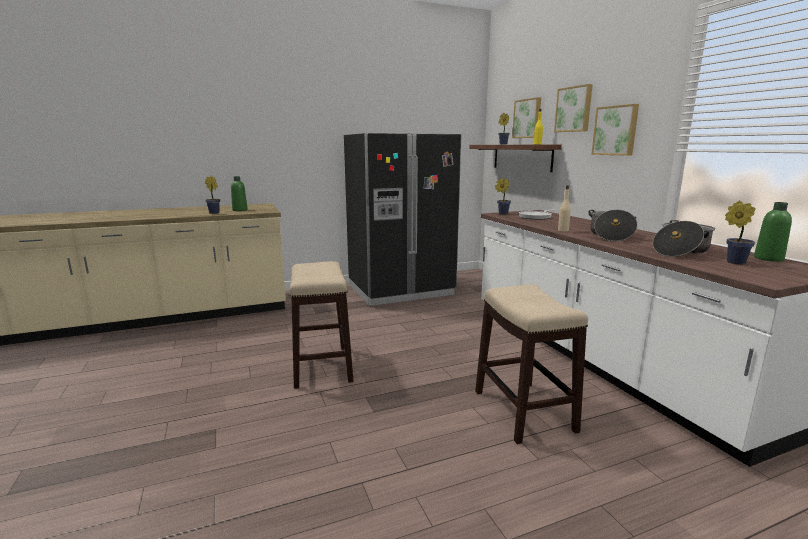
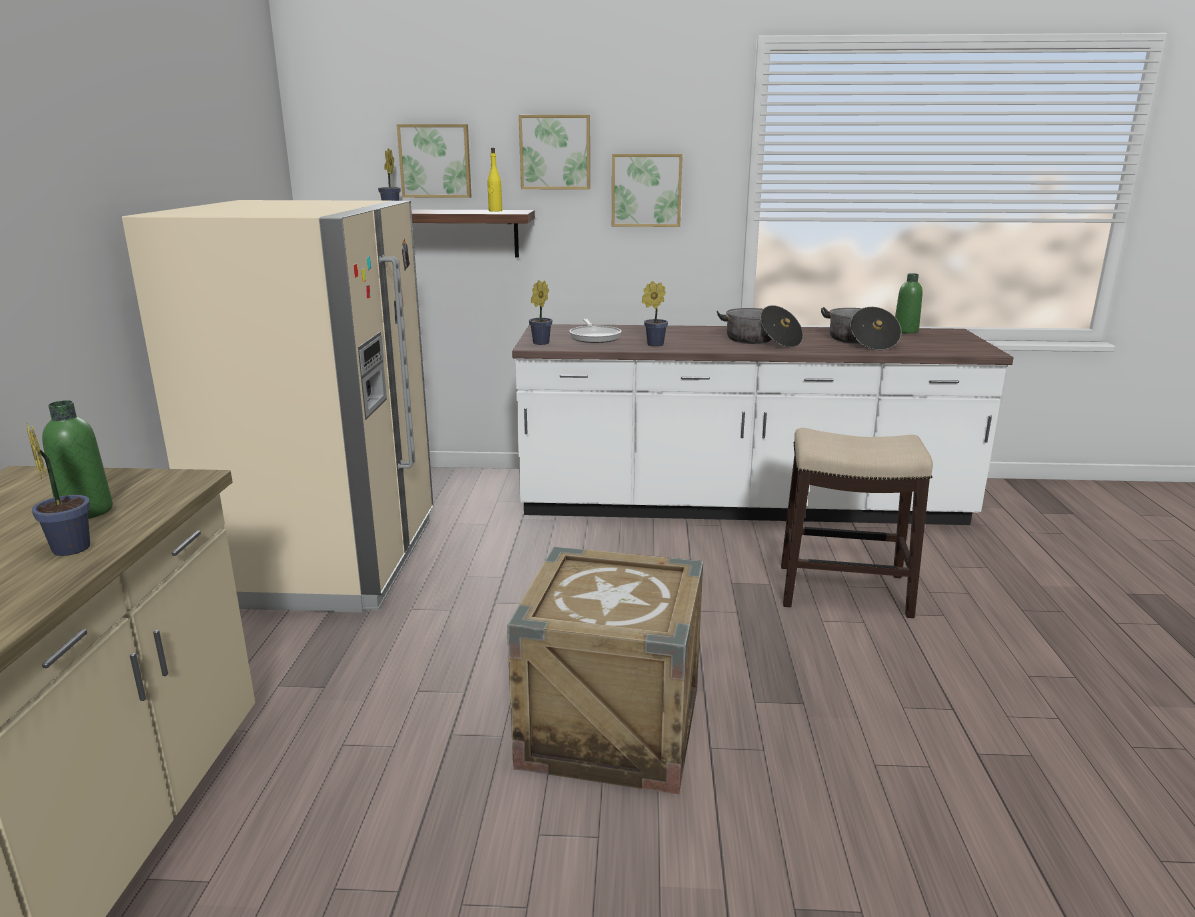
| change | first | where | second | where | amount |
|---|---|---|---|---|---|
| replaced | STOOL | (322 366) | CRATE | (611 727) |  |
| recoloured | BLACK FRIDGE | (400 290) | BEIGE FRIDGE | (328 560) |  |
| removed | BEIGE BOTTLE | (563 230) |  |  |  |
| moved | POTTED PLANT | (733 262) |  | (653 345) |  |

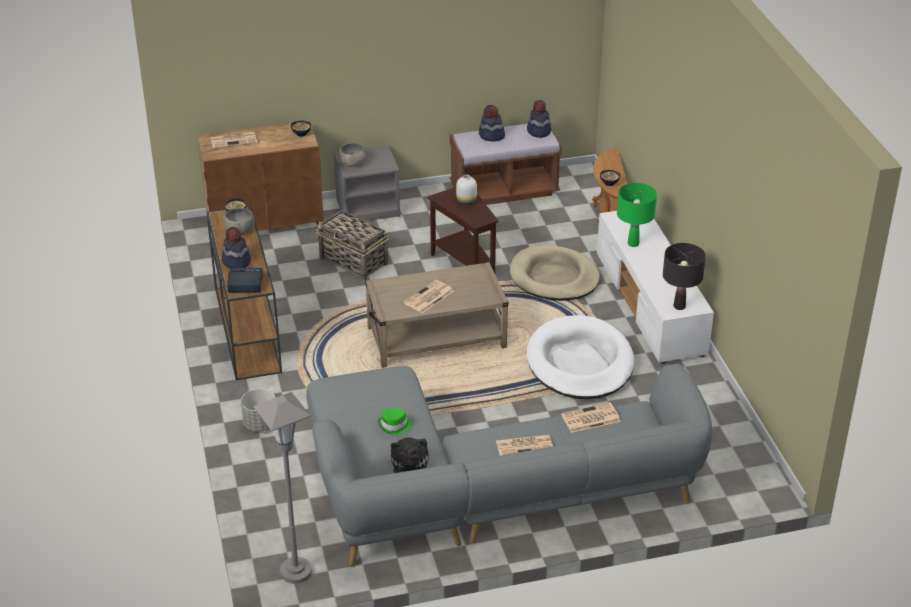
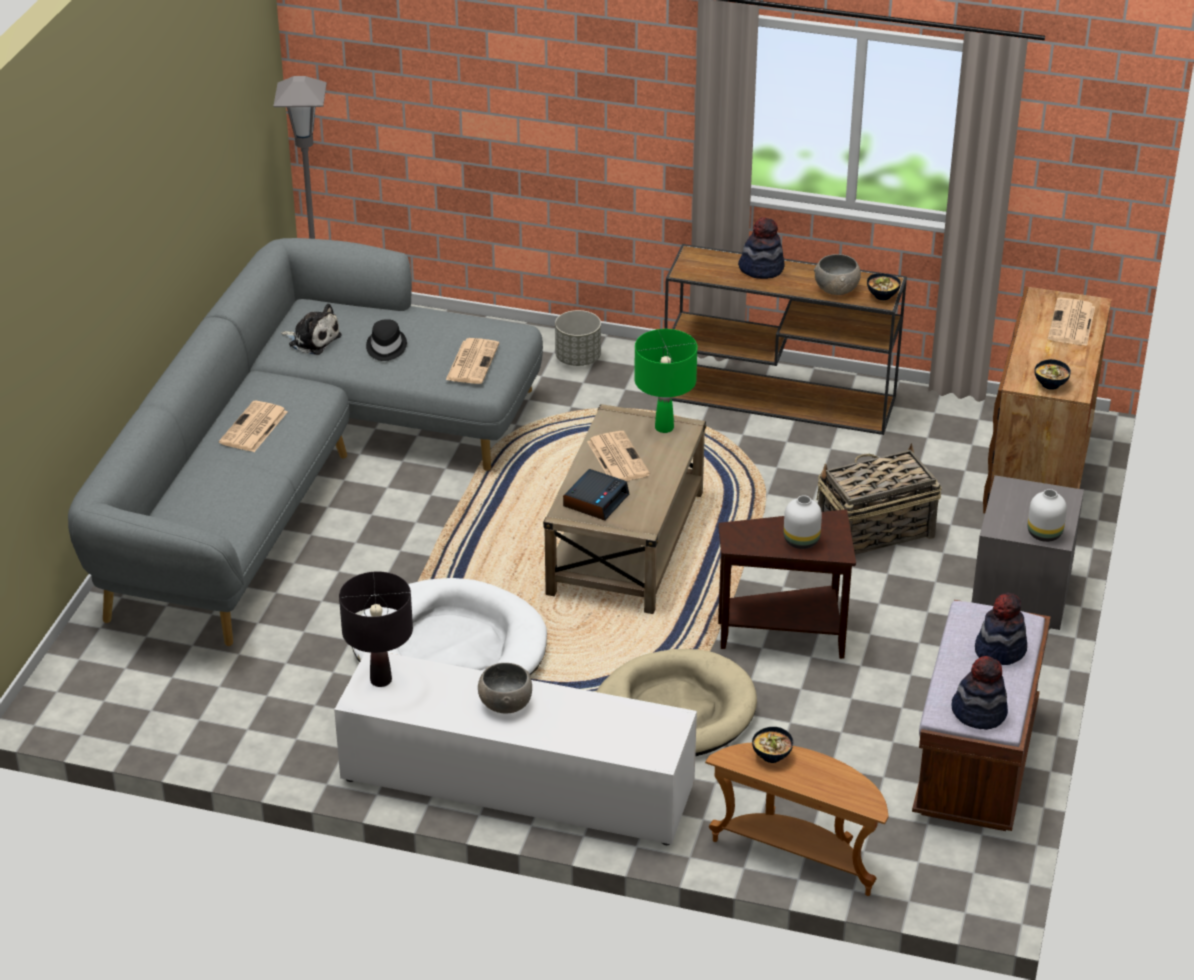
| change | first | where | second | where | amount |
|---|---|---|---|---|---|
| moved | ALARM CLOCK | (245 284) |  | (595 500) |  |
| moved | GREY BOWL | (353 163) |  | (505 703) |  |
| recoloured | GREEN HAT | (394 425) | BLACK HAT | (385 347) |  |
| moved | NEWSPAPER | (590 418) |  | (472 361) |  |
| moved | GREEN TABLE LAMP | (633 243) |  | (664 427) |  |
| added |  |  | WHITE VASE | (1044 533) |  |

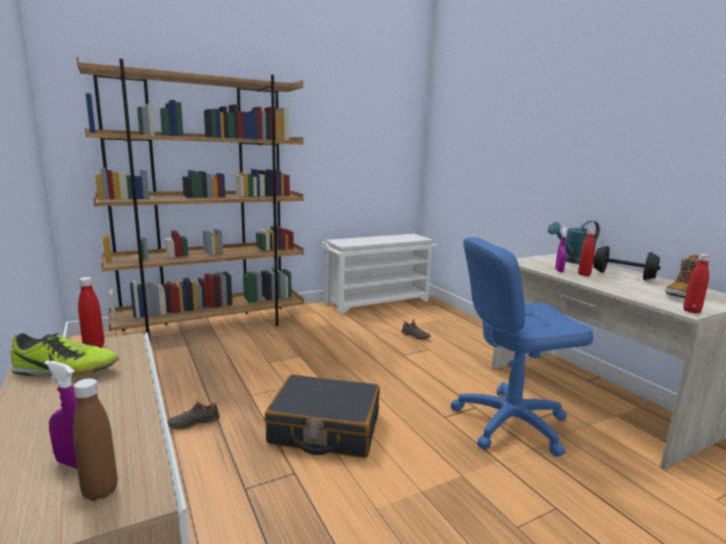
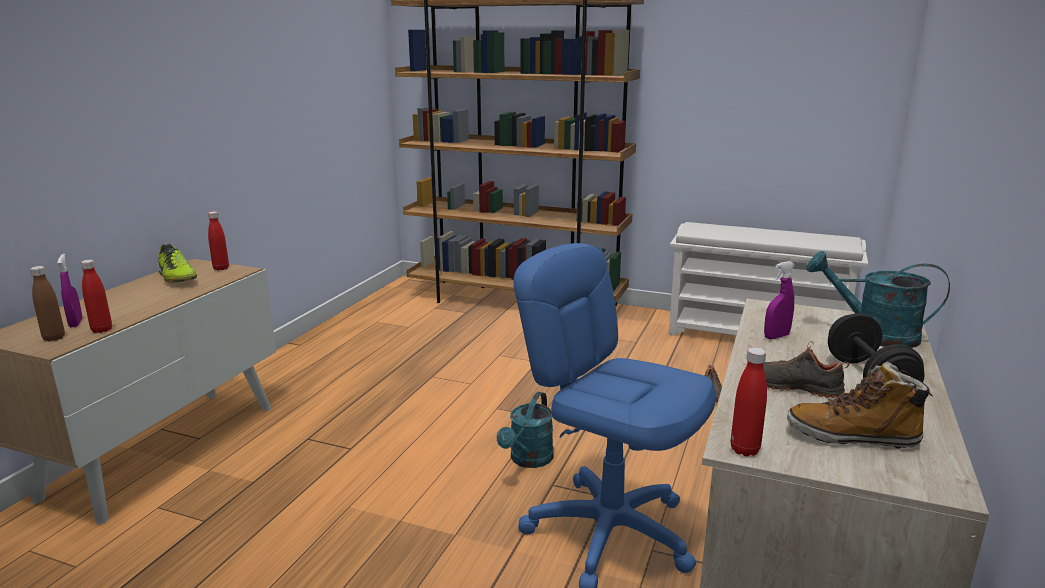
| change | first | where | second | where | amount |
|---|---|---|---|---|---|
| moved | BLACK SHOE | (193 422) |  | (793 386) |  |
| removed | BLACK SUITCASE | (325 429) |  |  |  |
| moved | RED BOTTLE | (584 274) |  | (102 330) |  |
| added |  |  | TURQUOISE WATERING CAN | (528 460) |  |

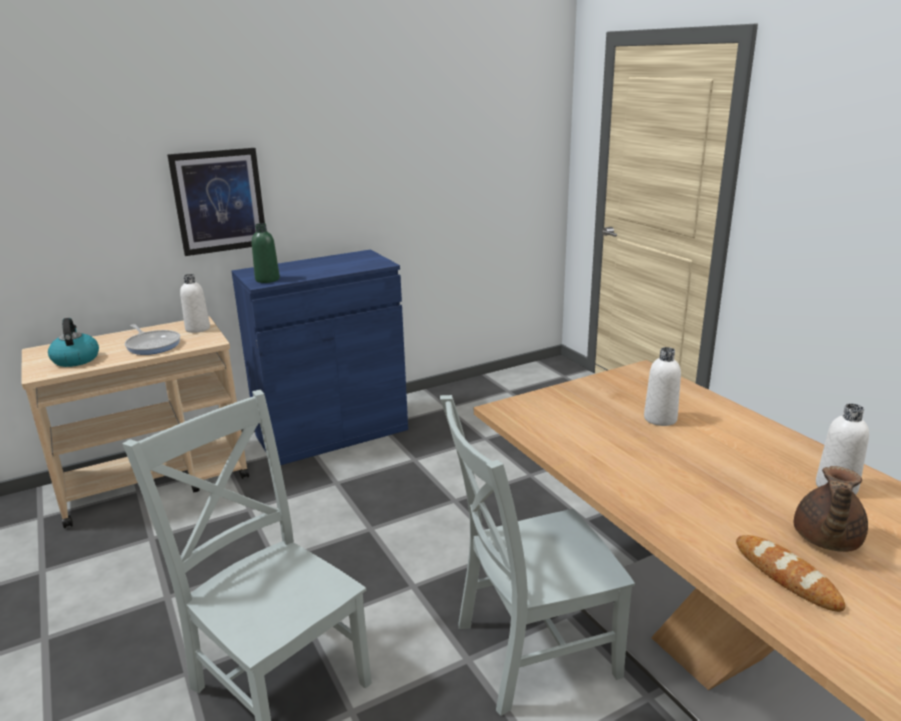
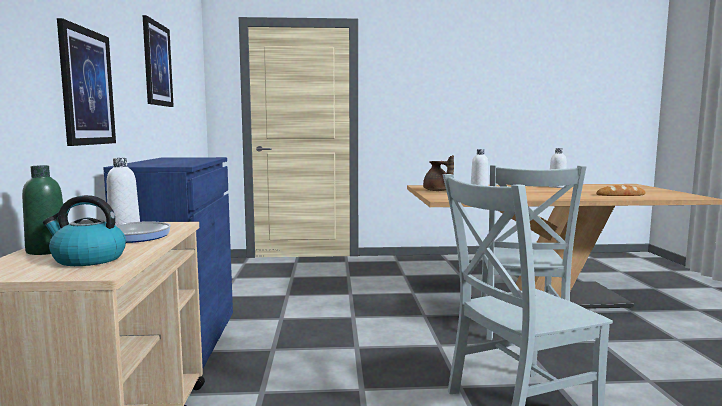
| change | first | where | second | where | amount |
|---|---|---|---|---|---|
| moved | GREEN BOTTLE | (267 279) |  | (47 251) |  |
| moved | BROWN TEAPOT | (825 540) |  | (437 191) |  |
| added |  |  | PICTURE | (157 64) |  |

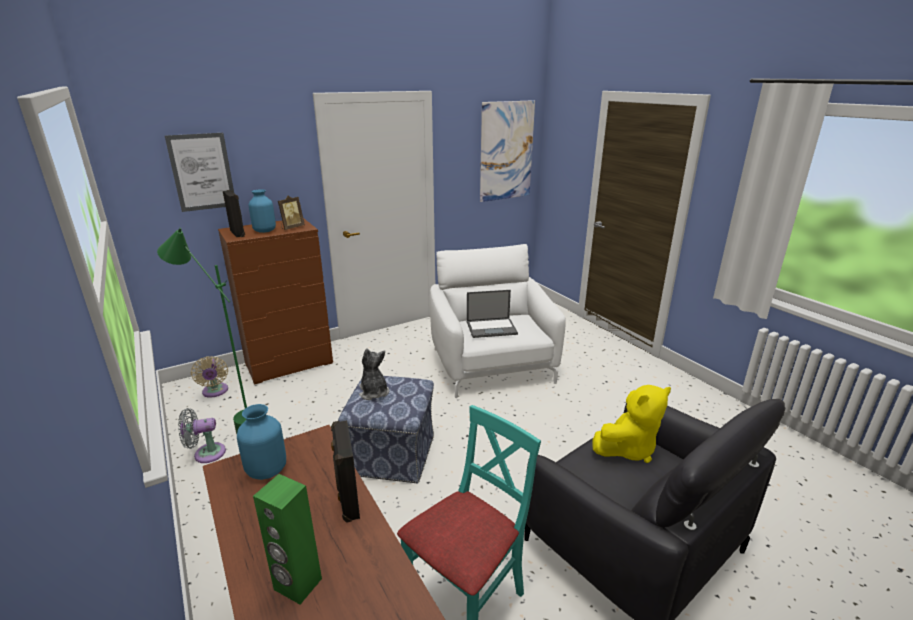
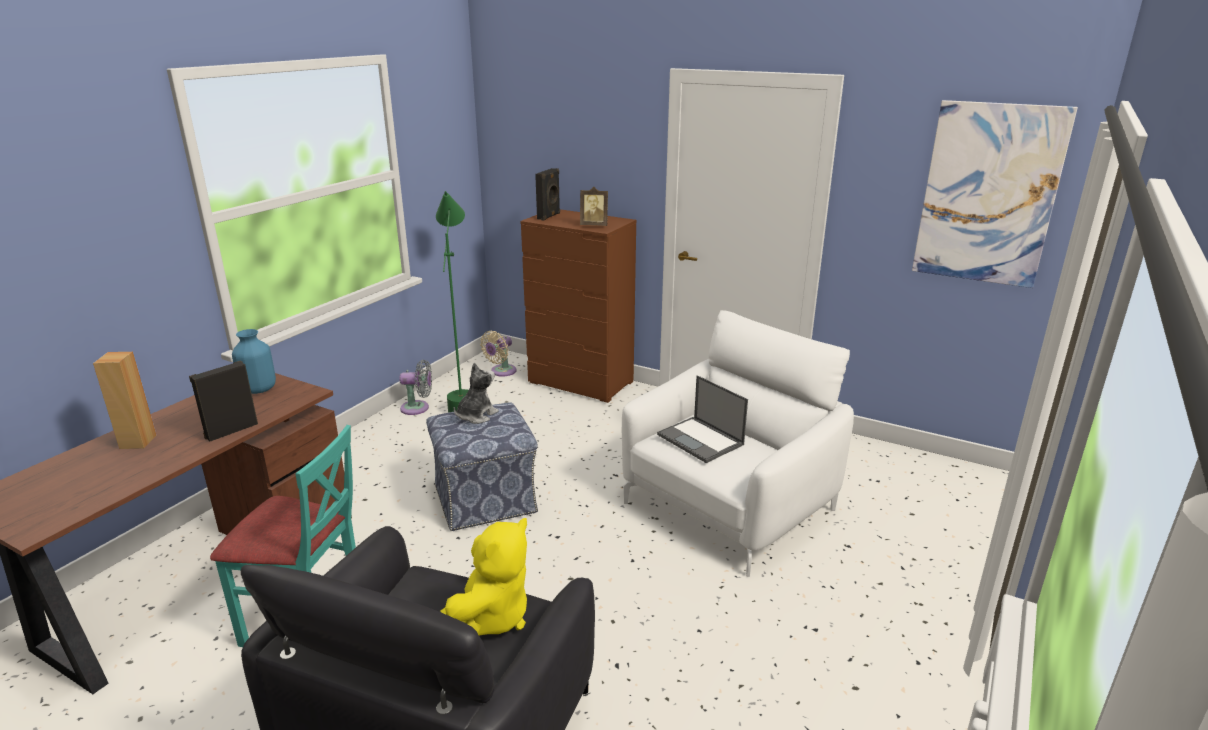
| change | first | where | second | where | amount |
|---|---|---|---|---|---|
| removed | PICTURE | (202 172) |  |  |  |
| turned | GREY FAN | (206 454) |  | (418 408) | 135 degrees clockwise |
| removed | BLUE VASE | (264 231) |  |  |  |
| recoloured | GREEN SPEAKER | (297 584) | BROWN SPEAKER | (137 442) |  |
| turned | YELLOW PLUSH TOY | (627 448) |  | (491 617) | 90 degrees counterclockwise |

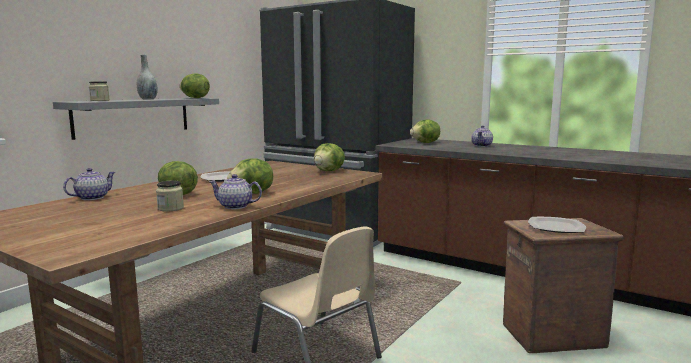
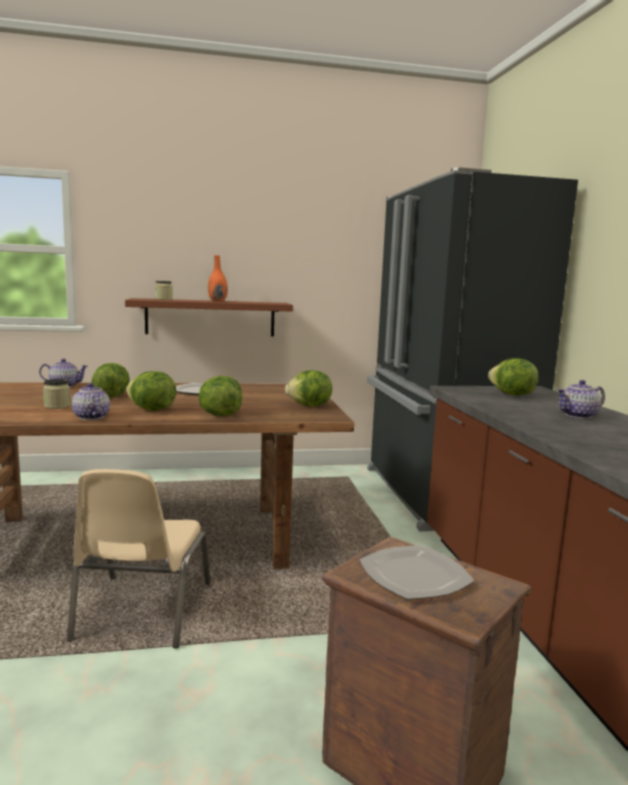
| change | first | where | second | where | amount |
|---|---|---|---|---|---|
| recoloured | GREY SHELF | (133 116) | BROWN SHELF | (210 318) |  |
| recoloured | GREY VASE | (148 99) | ORANGE VASE | (217 301) |  |
| moved | LETTUCE | (194 98) |  | (219 415) |  |

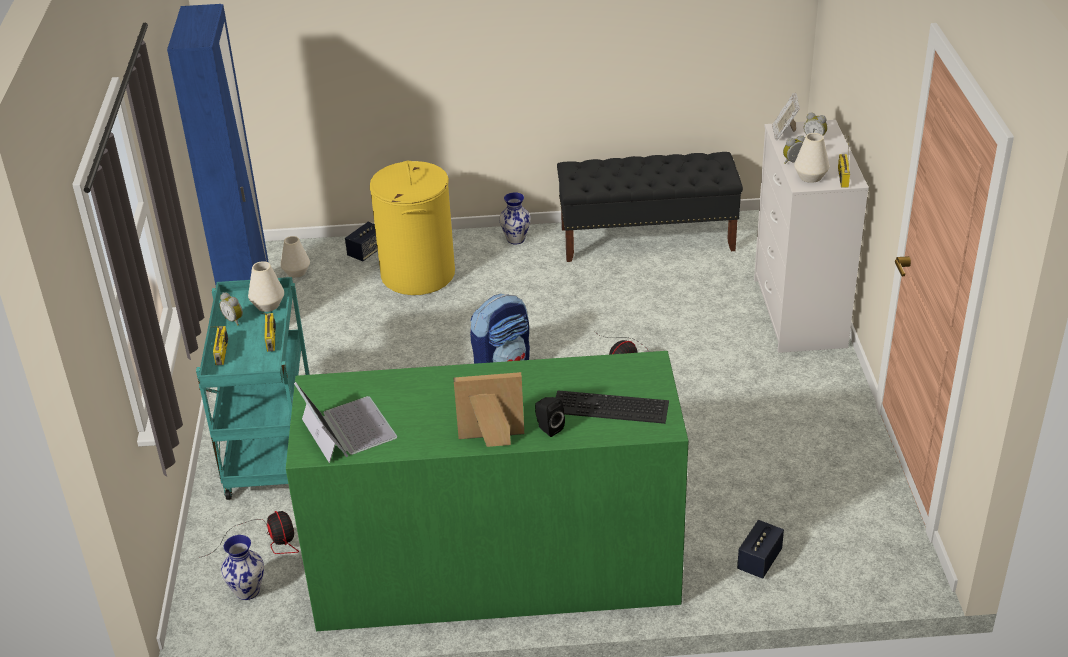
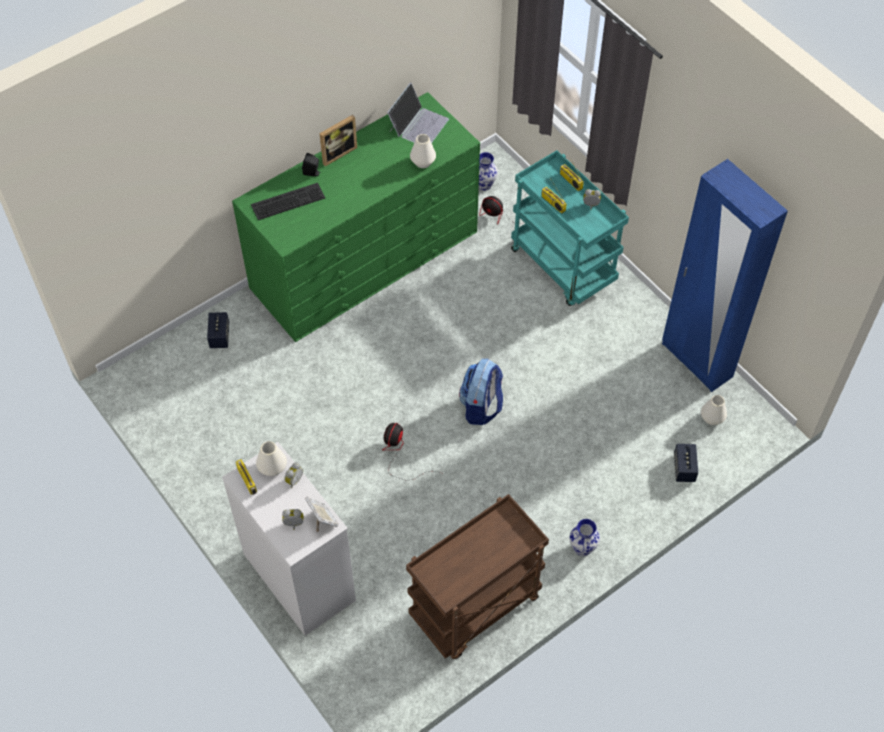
| change | first | where | second | where | amount |
|---|---|---|---|---|---|
| moved | WHITE VASE | (268 305) |  | (423 162) |  |
| turned | LAPTOP | (347 429) |  | (418 124) | 90 degrees counterclockwise |
| removed | YELLOW LAUNDRY BASKET | (418 274) |  |  |  |
| replaced | BLACK BENCH | (647 239) | BROWN CART | (475 609) |  |

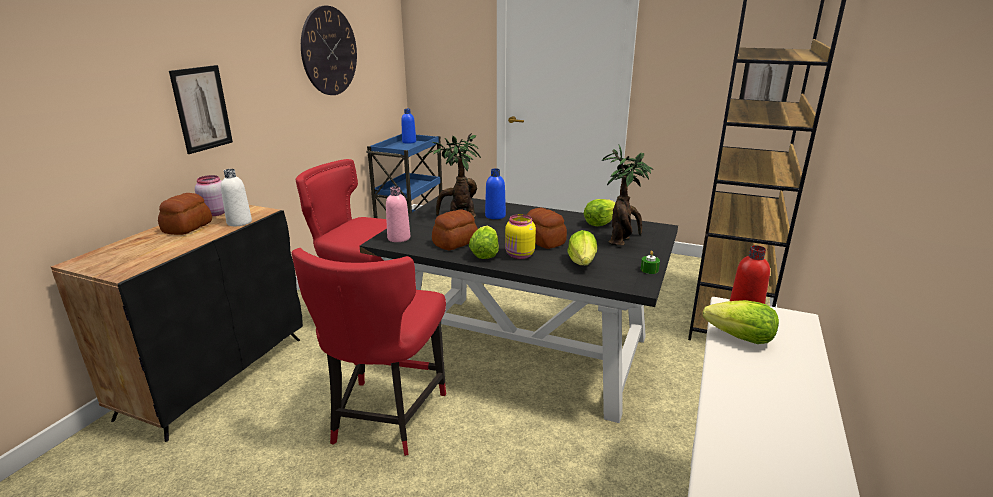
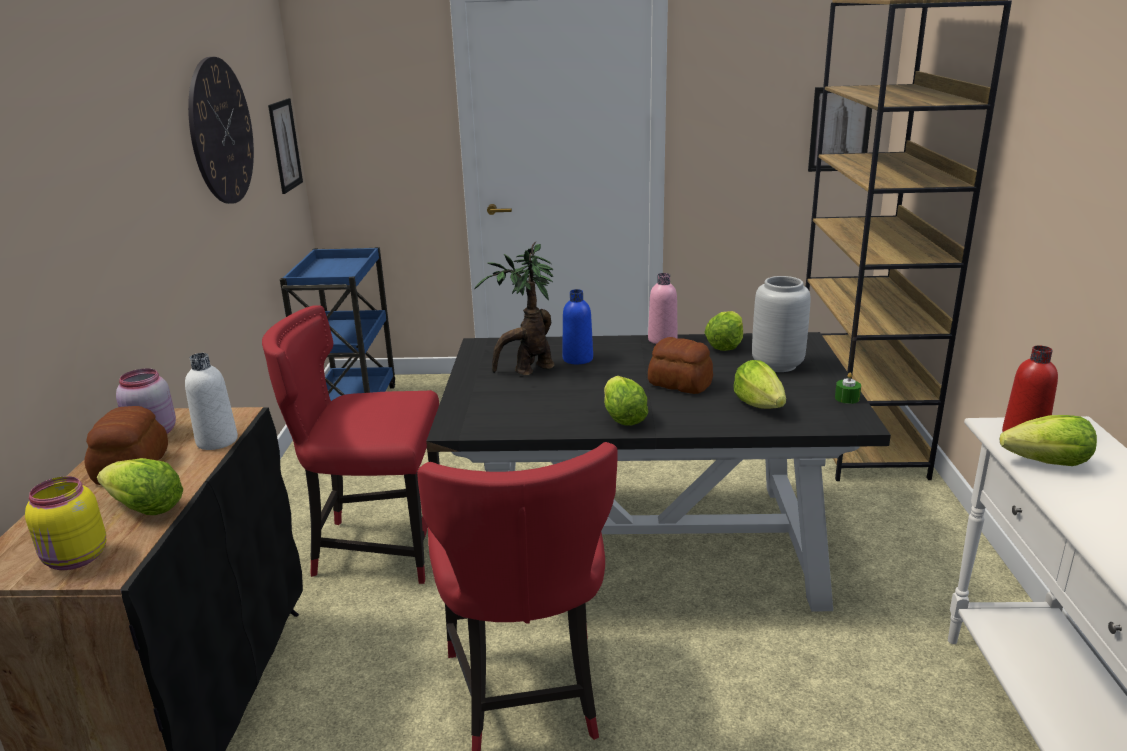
| change | first | where | second | where | amount |
|---|---|---|---|---|---|
| moved | PICTURE | (202 109) |  | (285 145) |  |
| moved | PINK BOTTLE | (399 238) |  | (662 340) |  |
| removed | BLUE BOTTLE | (409 142) |  |  |  |
| removed | BREAD | (456 243) |  |  |  |
| moved | YELLOW JAR | (519 255) |  | (75 559) |  |
| replaced | POTTED PLANT | (622 240) | GREY VASE | (776 364) |  |
| added |  |  | LETTUCE | (146 509) |  |

